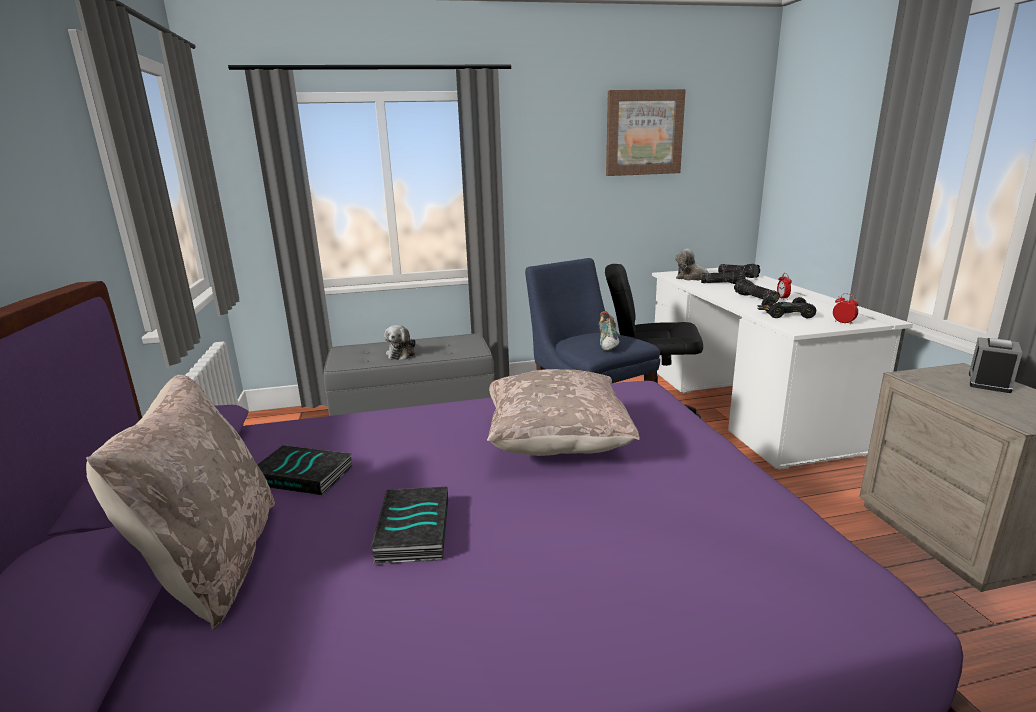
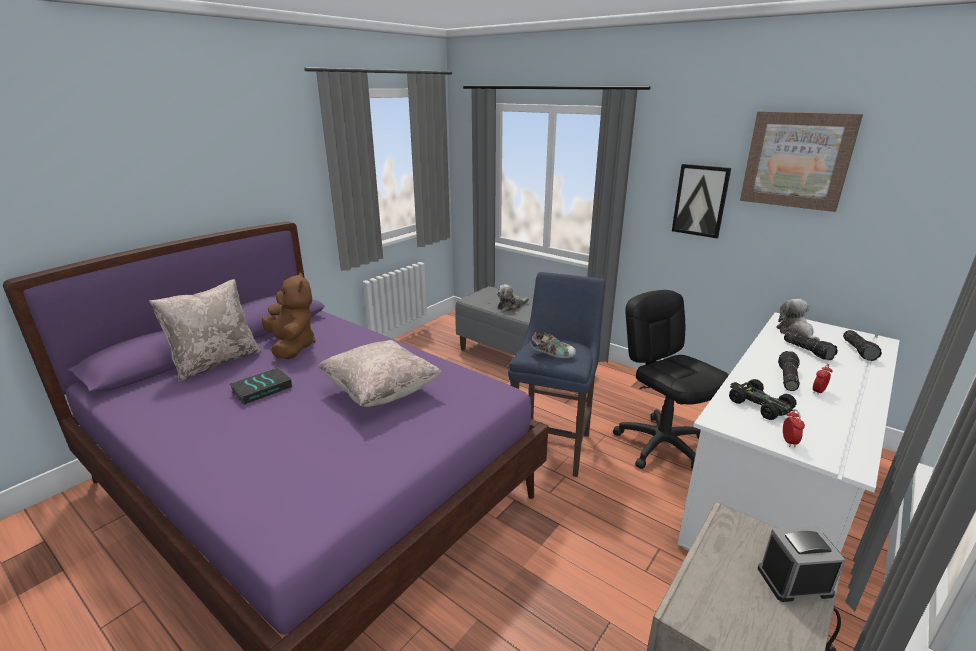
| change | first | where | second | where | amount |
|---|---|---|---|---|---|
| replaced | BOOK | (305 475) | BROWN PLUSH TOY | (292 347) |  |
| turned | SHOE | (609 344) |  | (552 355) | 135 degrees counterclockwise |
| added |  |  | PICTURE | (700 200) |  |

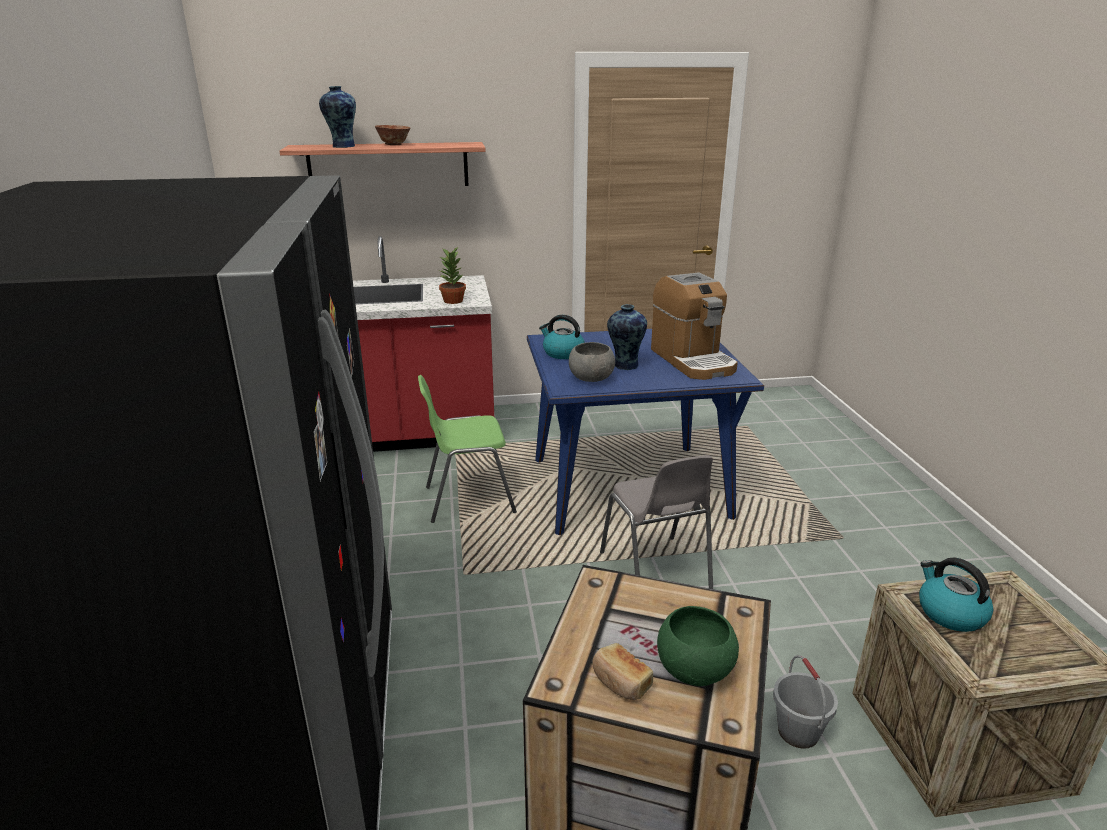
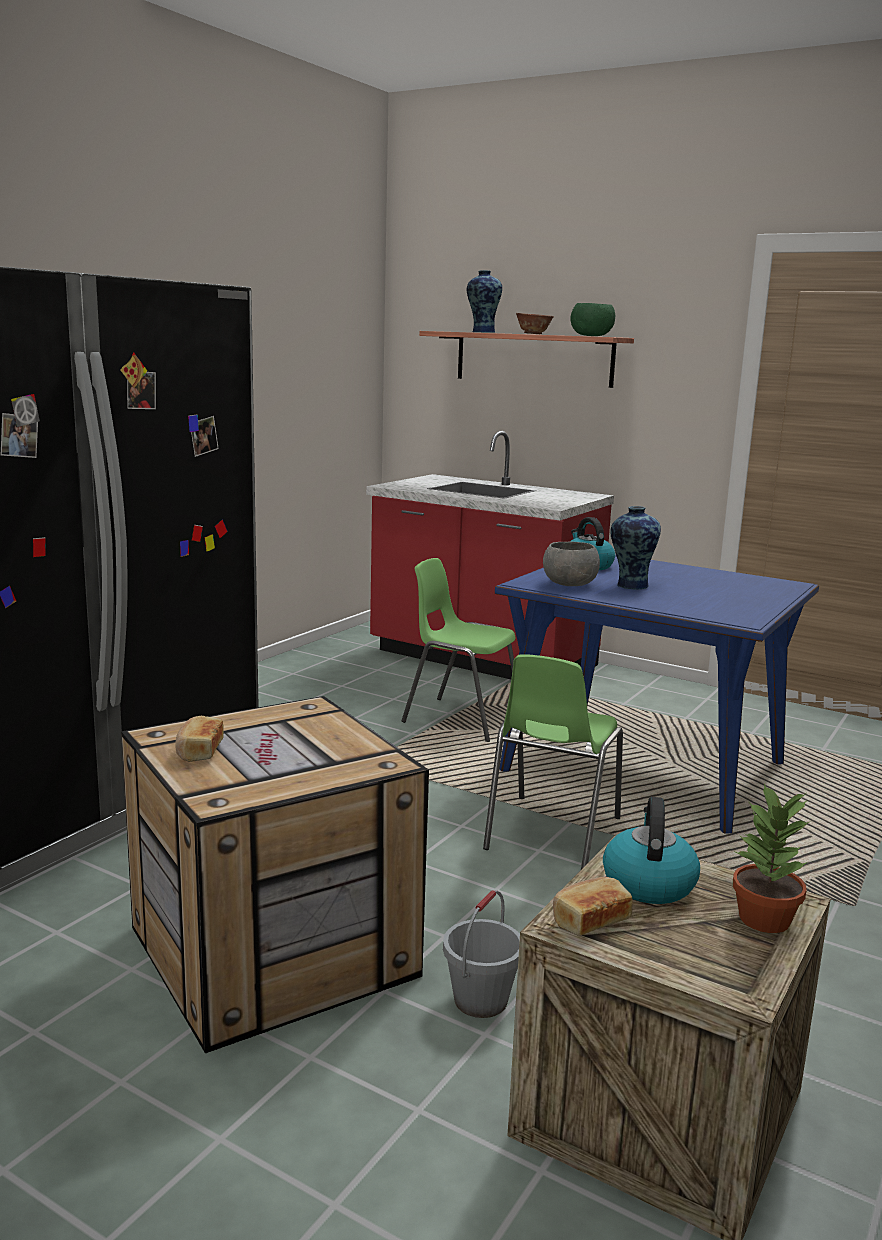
| change | first | where | second | where | amount |
|---|---|---|---|---|---|
| moved | POTTED PLANT | (453 301) |  | (765 920) |  |
| recoloured | GREY CHAIR | (655 573) | GREEN CHAIR | (550 834) |  |
| removed | COFFEE MACHINE | (692 360) |  |  |  |
| moved | GREEN BOWL | (694 669) |  | (591 336) |  |
| added |  |  | BREAD | (589 920) |  |

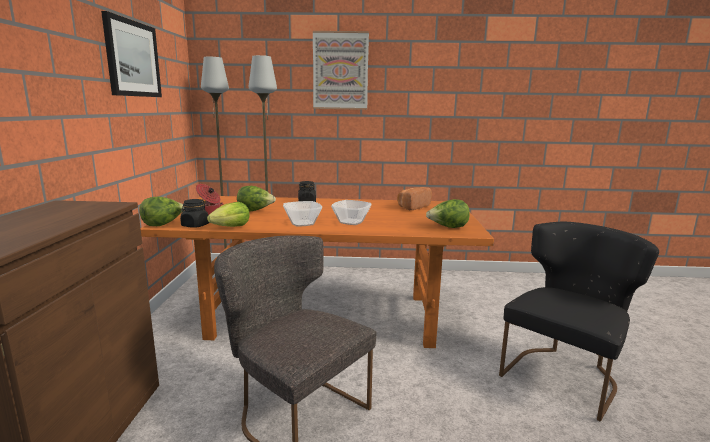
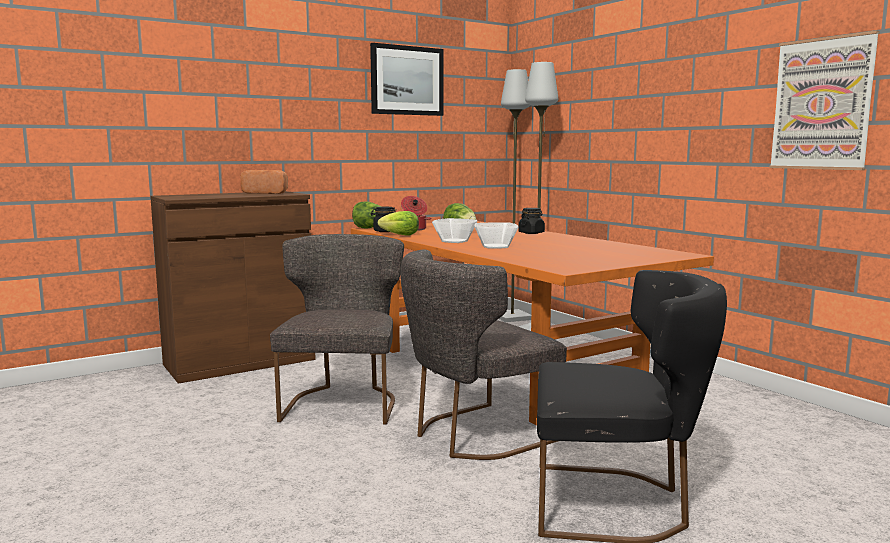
| change | first | where | second | where | amount |
|---|---|---|---|---|---|
| moved | PICTURE | (340 71) |  | (822 104) |  |
| moved | BREAD | (412 207) |  | (267 193) |  |
| removed | LETTUCE | (448 227) |  |  |  |
| added |  |  | GREY CHAIR | (475 435) |  |

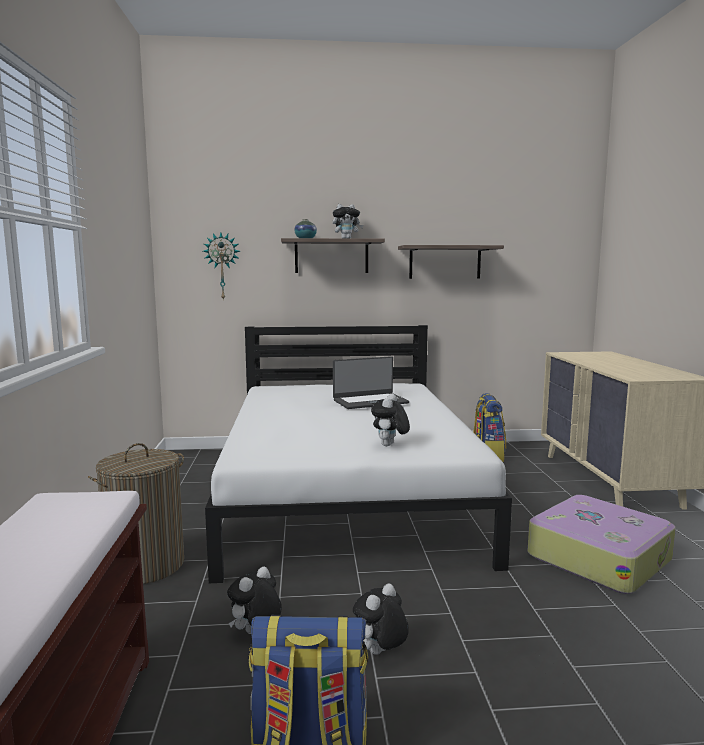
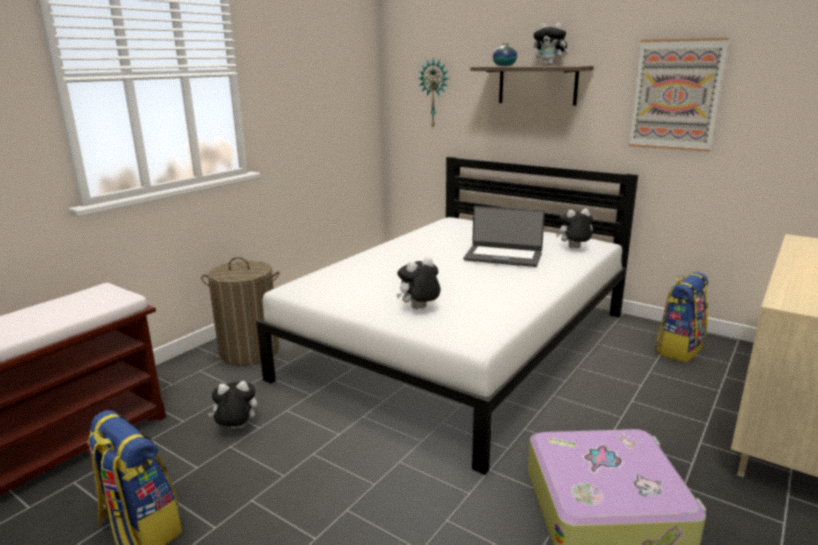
| change | first | where | second | where | amount |
|---|---|---|---|---|---|
| moved | PLUSH TOY | (380 653) |  | (574 249) |  |
| replaced | SHELF | (445 262) | PICTURE | (675 95) |  |

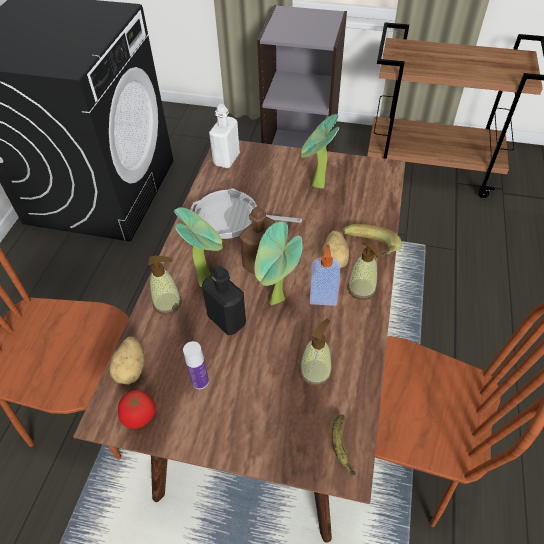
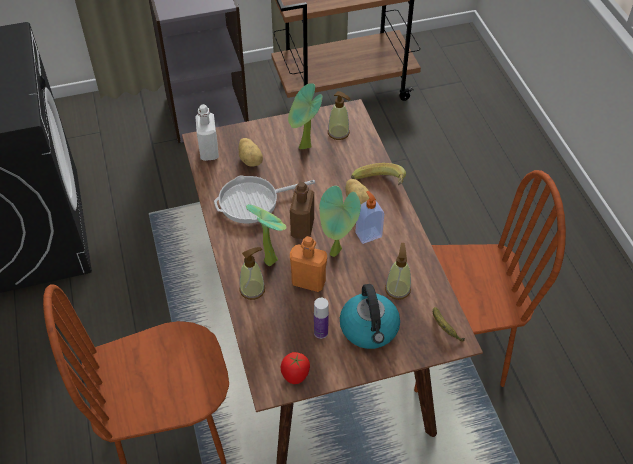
| change | first | where | second | where | amount |
|---|---|---|---|---|---|
| moved | POTATO | (132 368) |  | (251 160) |  |
| recoloured | BLACK BOTTLE | (227 320) | ORANGE BOTTLE | (308 282) |  |
| moved | SOAP DISPENSER | (361 289) |  | (338 133) |  |
| added |  |  | KETTLE | (369 329) |  |

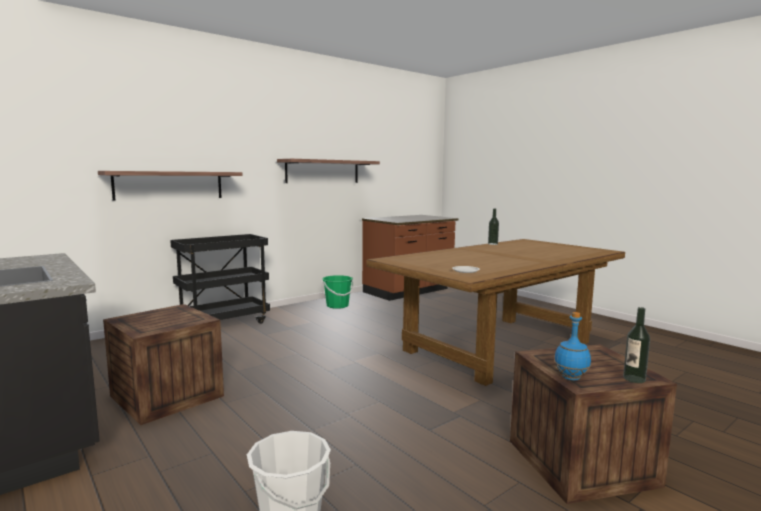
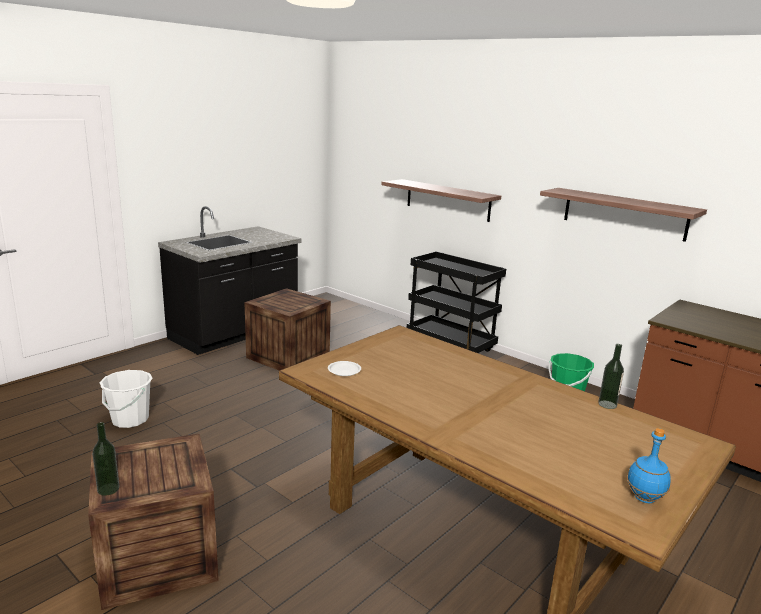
| change | first | where | second | where | amount |
|---|---|---|---|---|---|
| moved | BLUE BOTTLE | (571 378) |  | (643 498) |  |

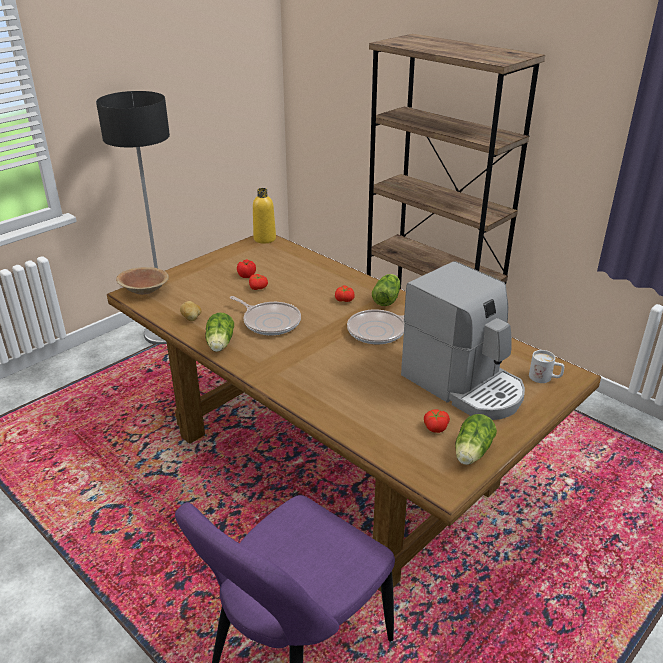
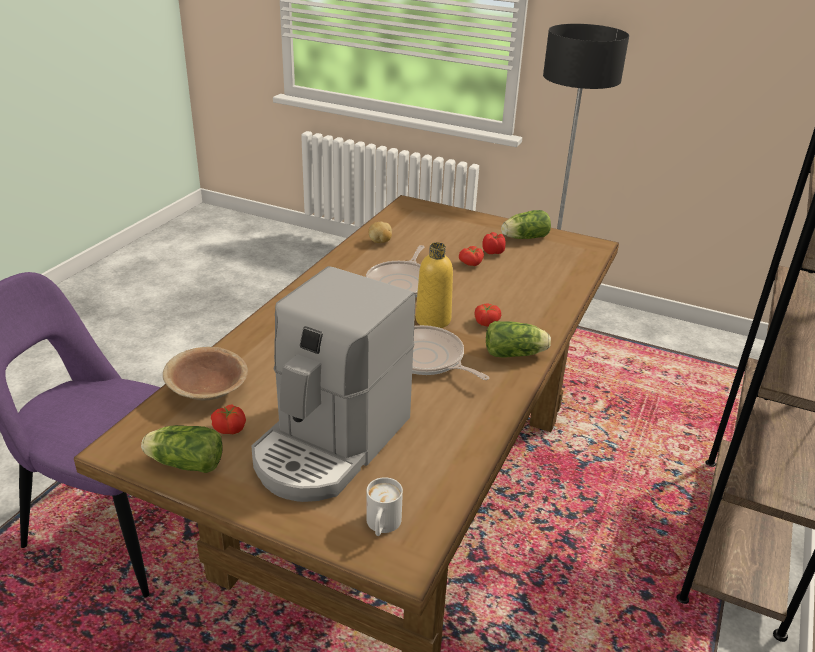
| change | first | where | second | where | amount |
|---|---|---|---|---|---|
| moved | BROWN BOWL | (144 290) |  | (208 390) |  |
| moved | LETTUCE | (220 344) |  | (523 238) |  |
| moved | YELLOW BOTTLE | (264 239) |  | (433 320) |  |

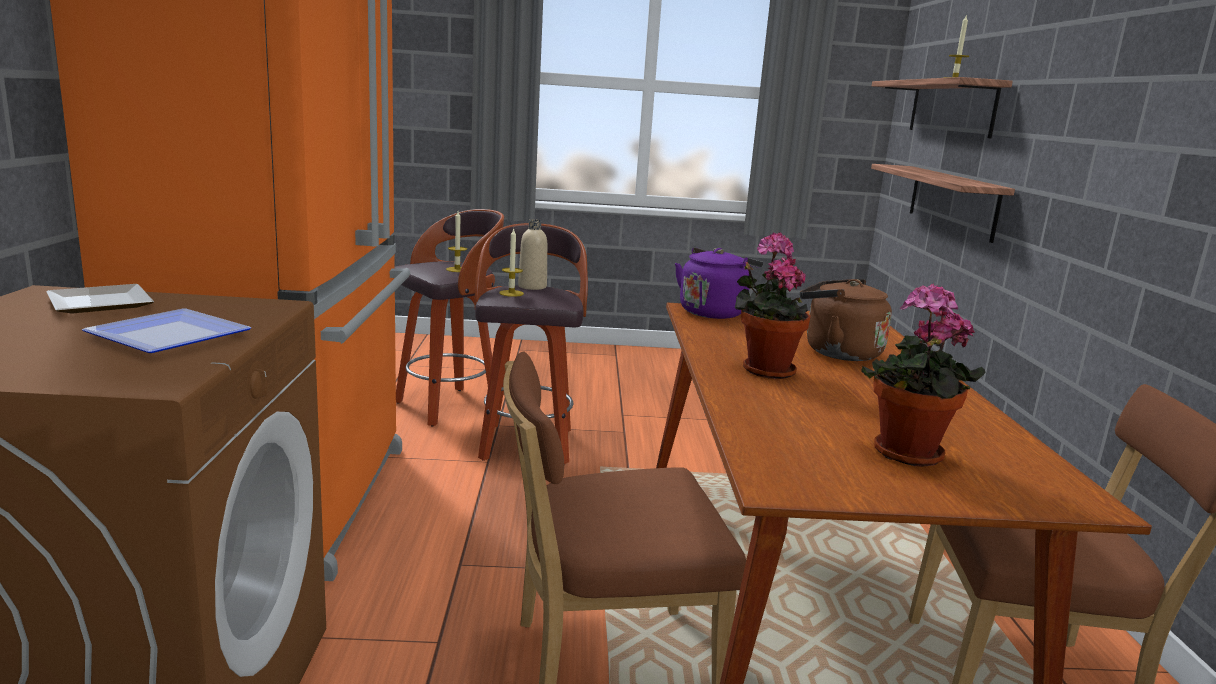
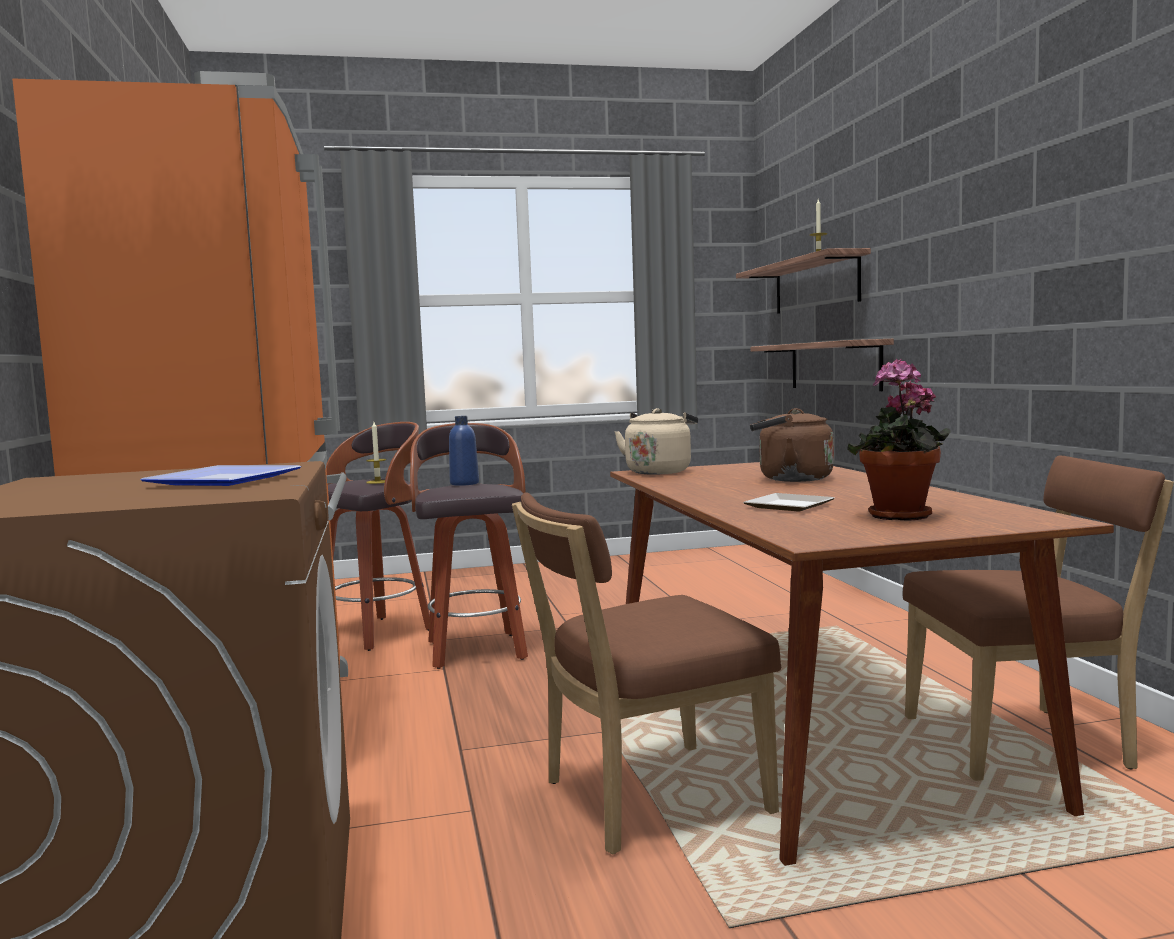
| change | first | where | second | where | amount |
|---|---|---|---|---|---|
| moved | PLATE | (97 305) |  | (790 507) |  |
| removed | CANDLE | (511 293) |  |  |  |
| recoloured | BEIGE BOTTLE | (532 286) | BLUE BOTTLE | (464 483) |  |
| recoloured | PURPLE KETTLE | (713 312) | BEIGE KETTLE | (659 471) |  |
| removed | POTTED PLANT | (764 369) |  |  |  |

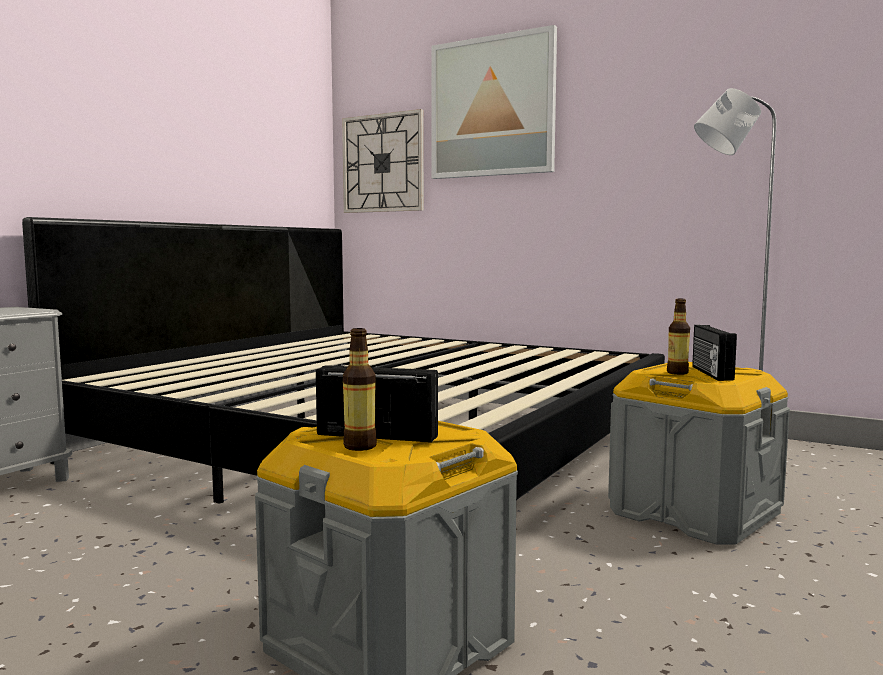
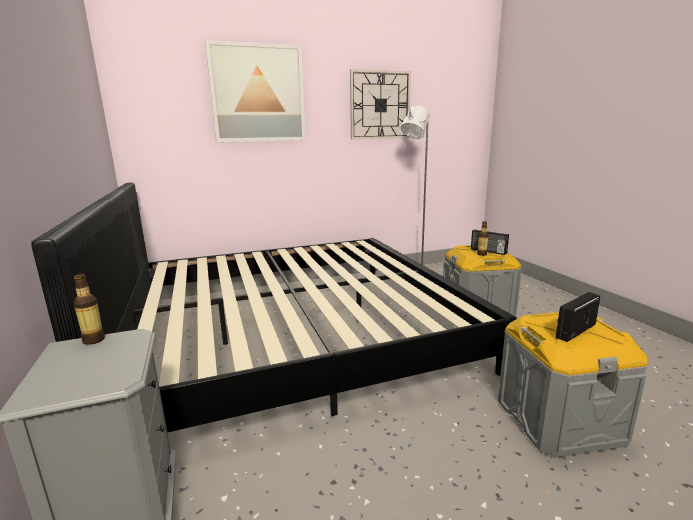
| change | first | where | second | where | amount |
|---|---|---|---|---|---|
| moved | WALL CLOCK | (383 163) |  | (380 105) |  |
| moved | BOTTLE | (360 446) |  | (94 340) |  |

